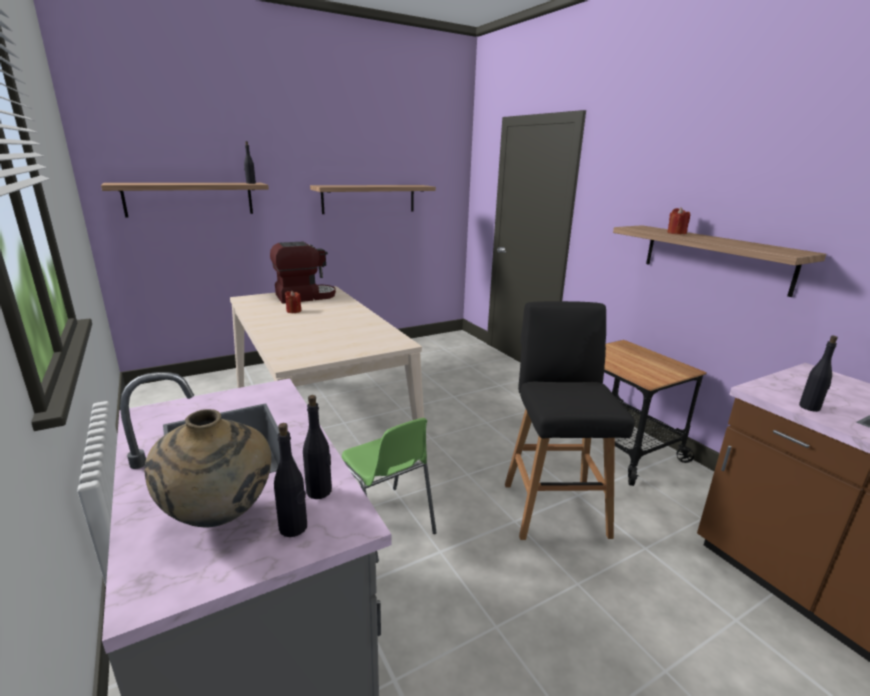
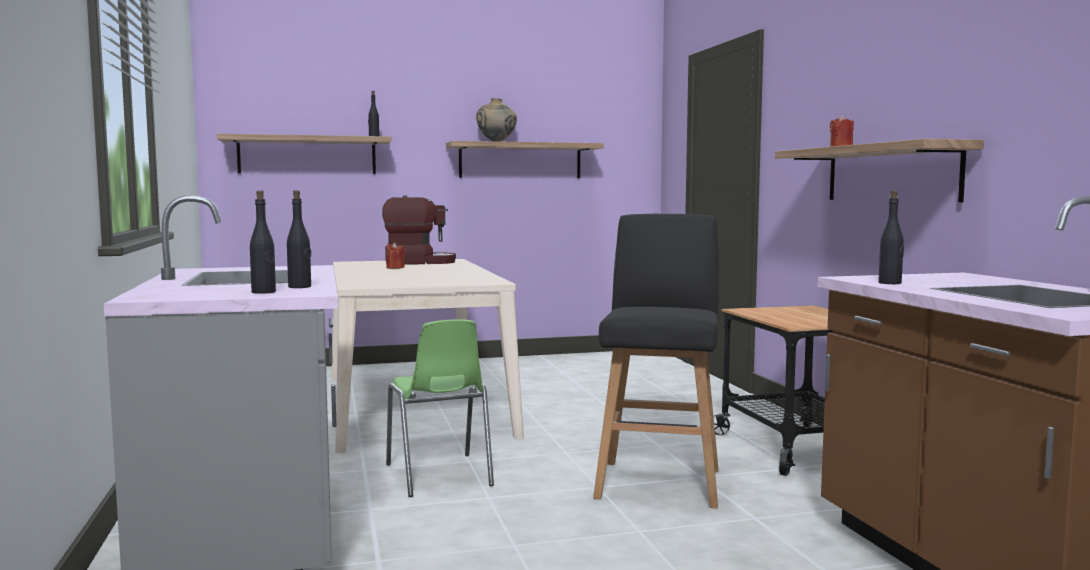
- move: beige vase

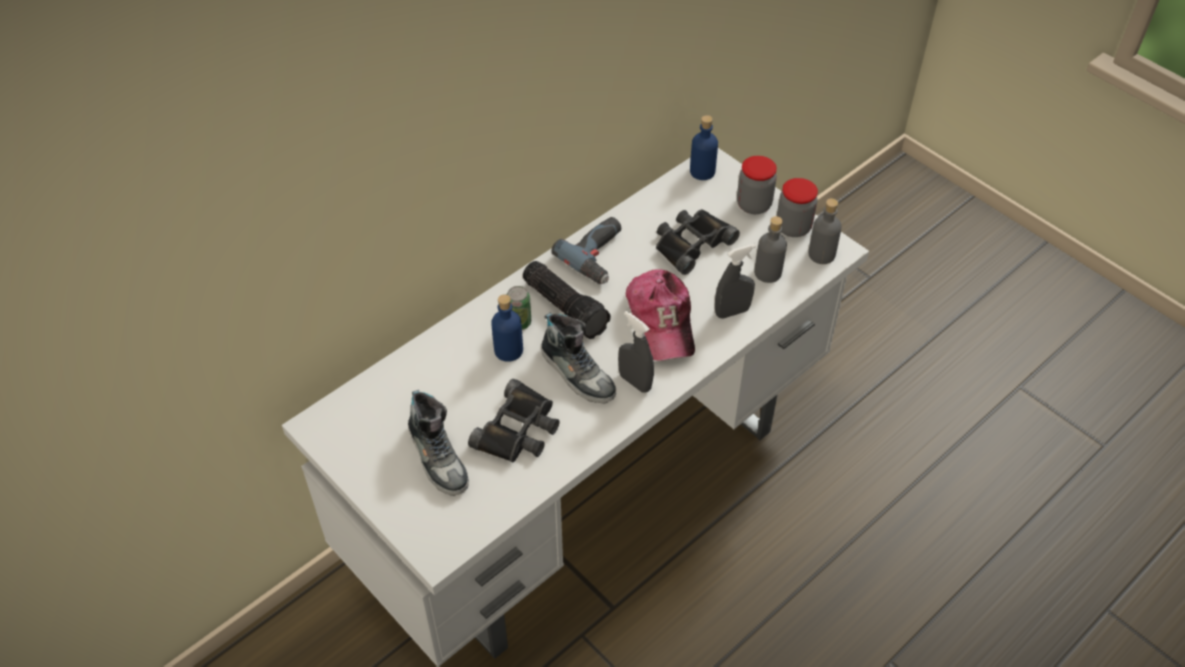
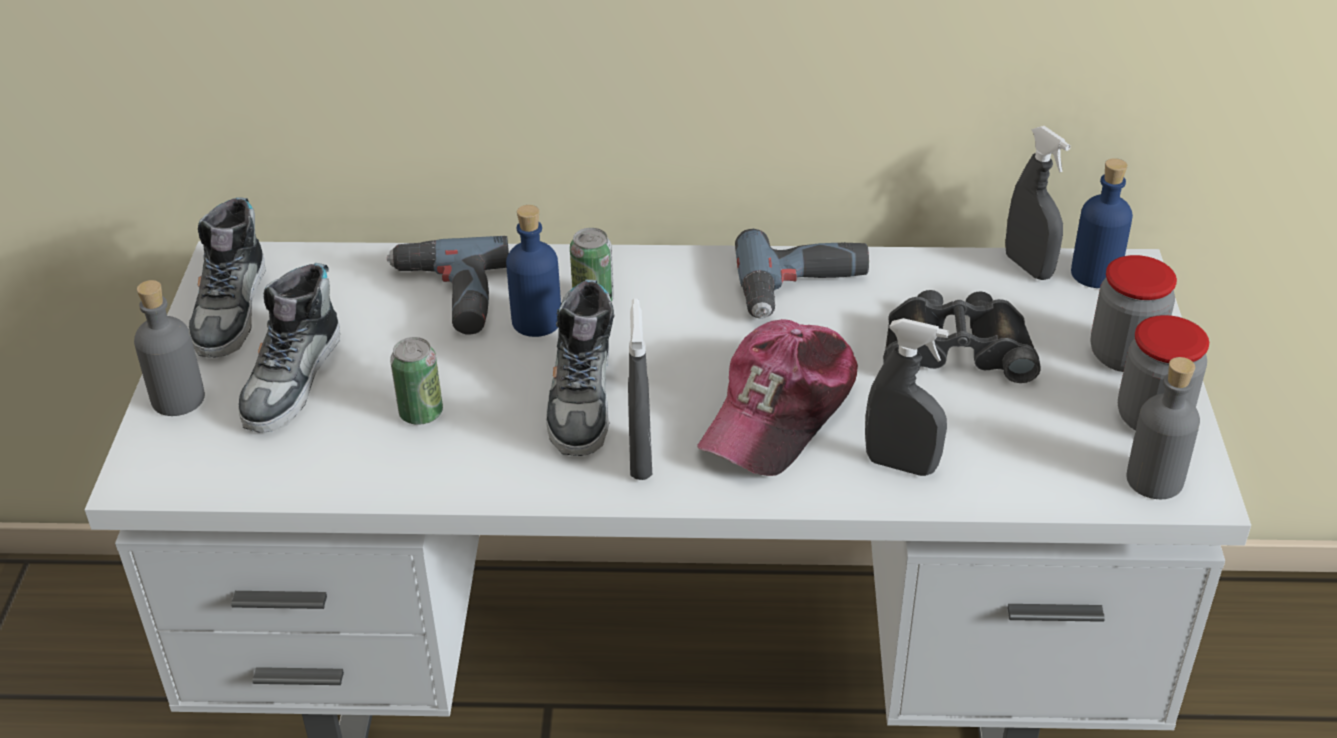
- replace: black binoculars (1st from left) to can (1st from left)
- delete: flashlight
- move: grey bottle (1st from left)
- insert: shoe (1st from left)
- insert: power drill (1st from left)
- insert: grey spray bottle (3rd from left)

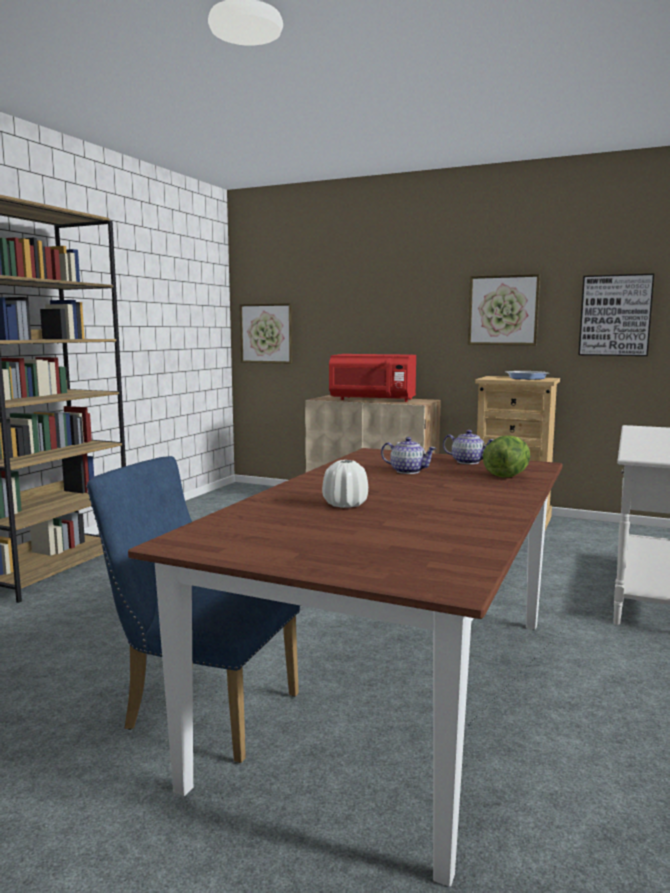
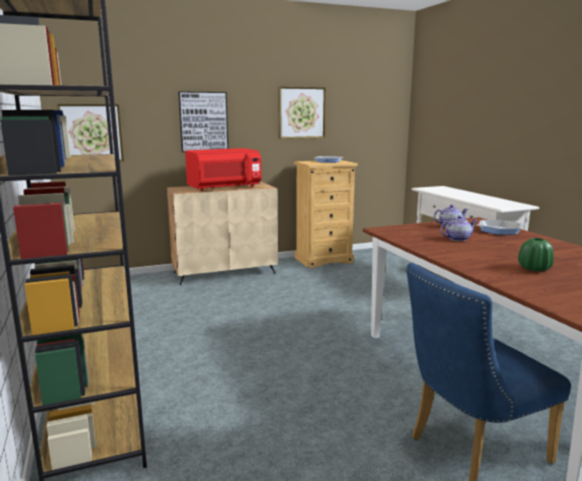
- recolor: white vase to green vase
- replace: lettuce to frying pan (2nd from left)
- move: picture (3rd from left in the first image) to picture (2nd from left)

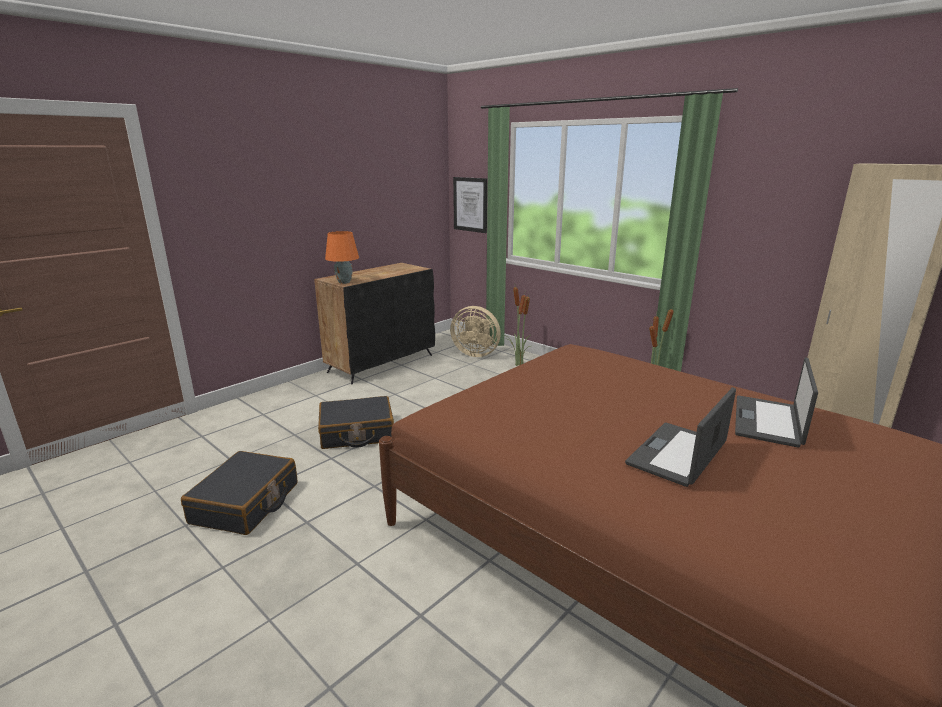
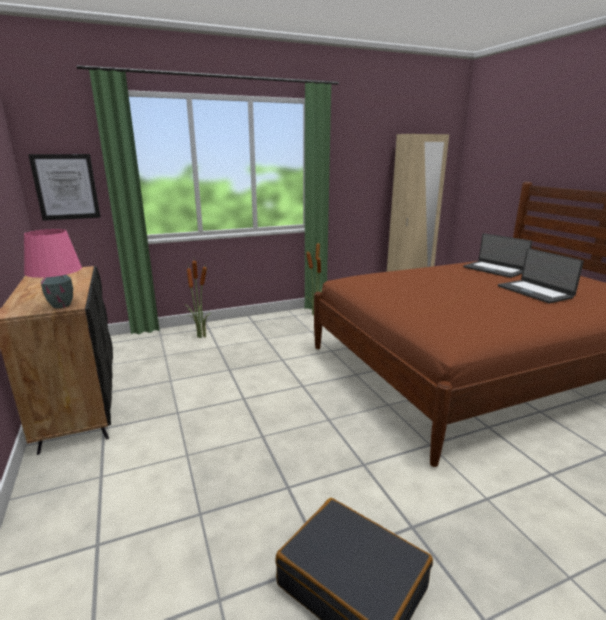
- delete: black suitcase (2nd from left)
- recolor: orange table lamp to pink table lamp
- delete: beige fan

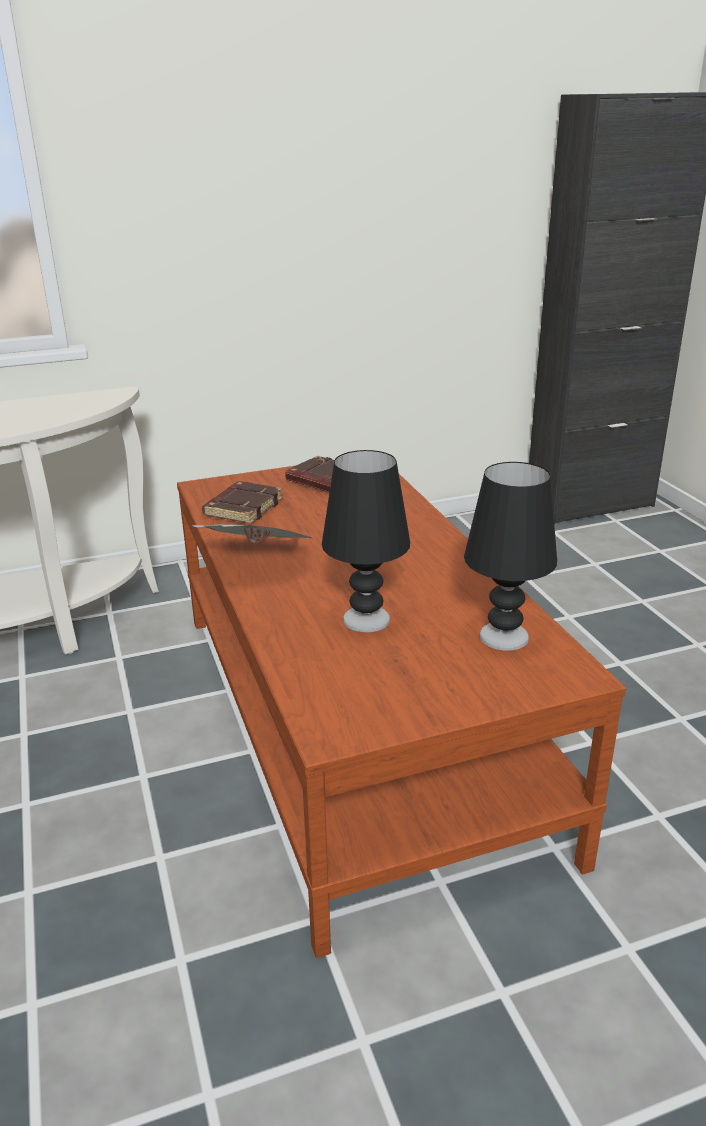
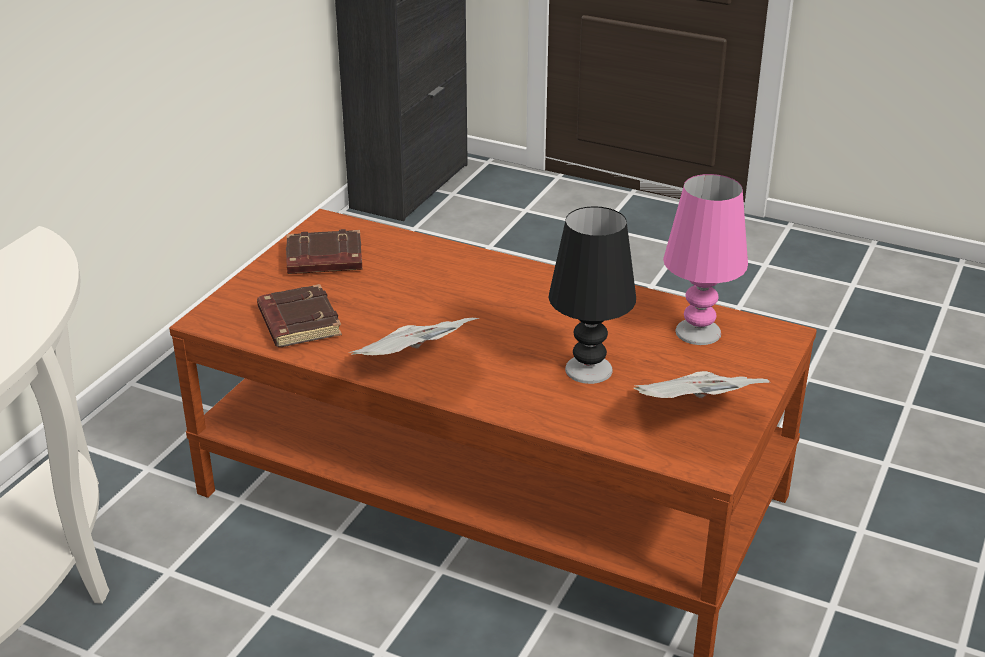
- recolor: black table lamp (2nd from left) to pink table lamp
- insert: newspaper (2nd from left)

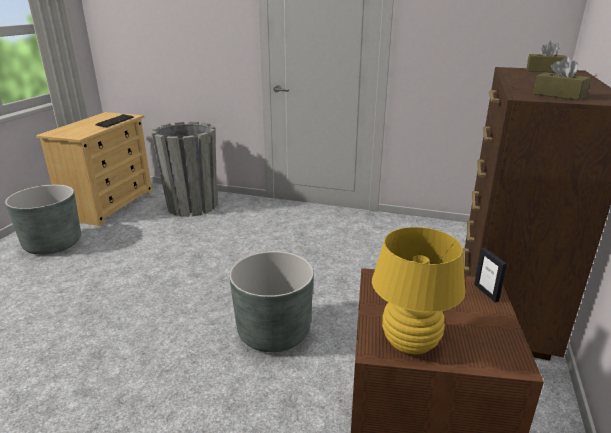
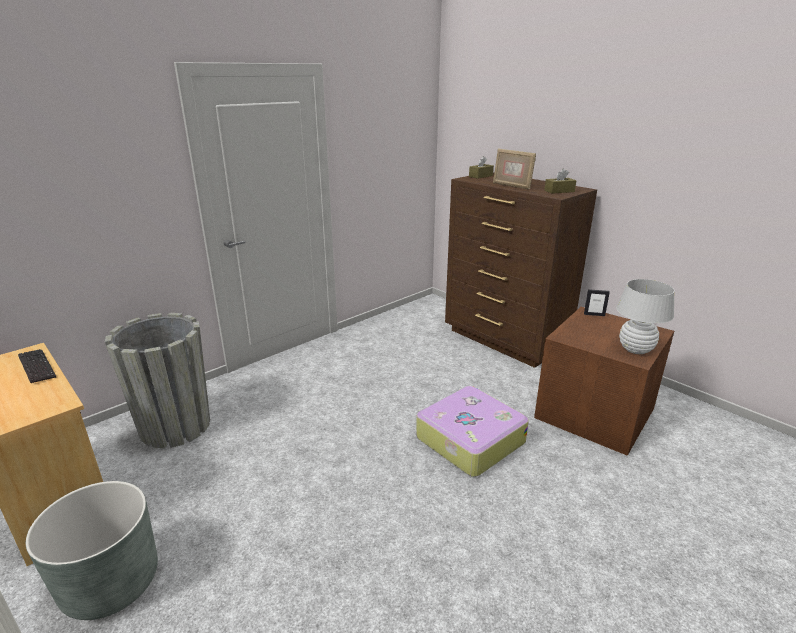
- replace: grey planter (3rd from left) to suitcase
- recolor: yellow table lamp to white table lamp
- insert: picture frame (1st from left)

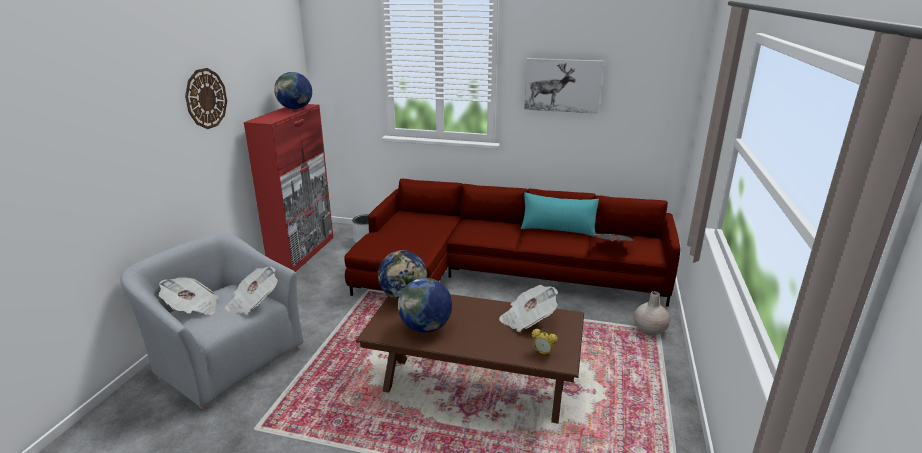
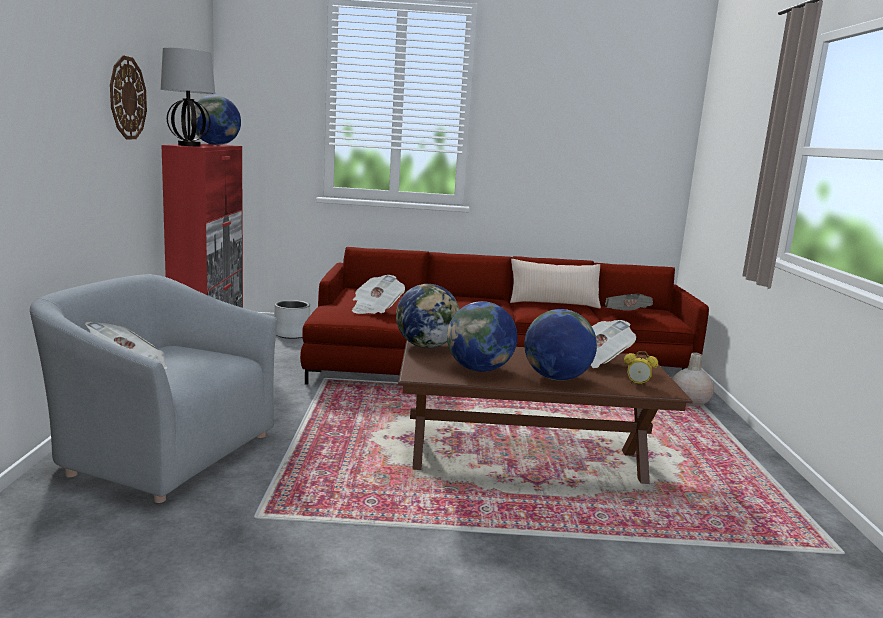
- move: newspaper (2nd from left)
- recolor: turquoise pillow to beige pillow
- delete: picture
- insert: table lamp
- insert: globe (4th from left)

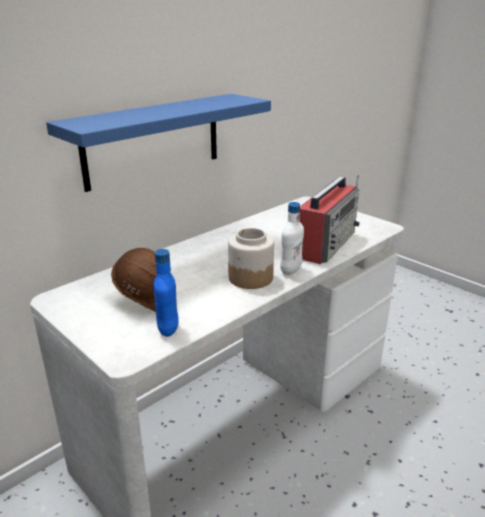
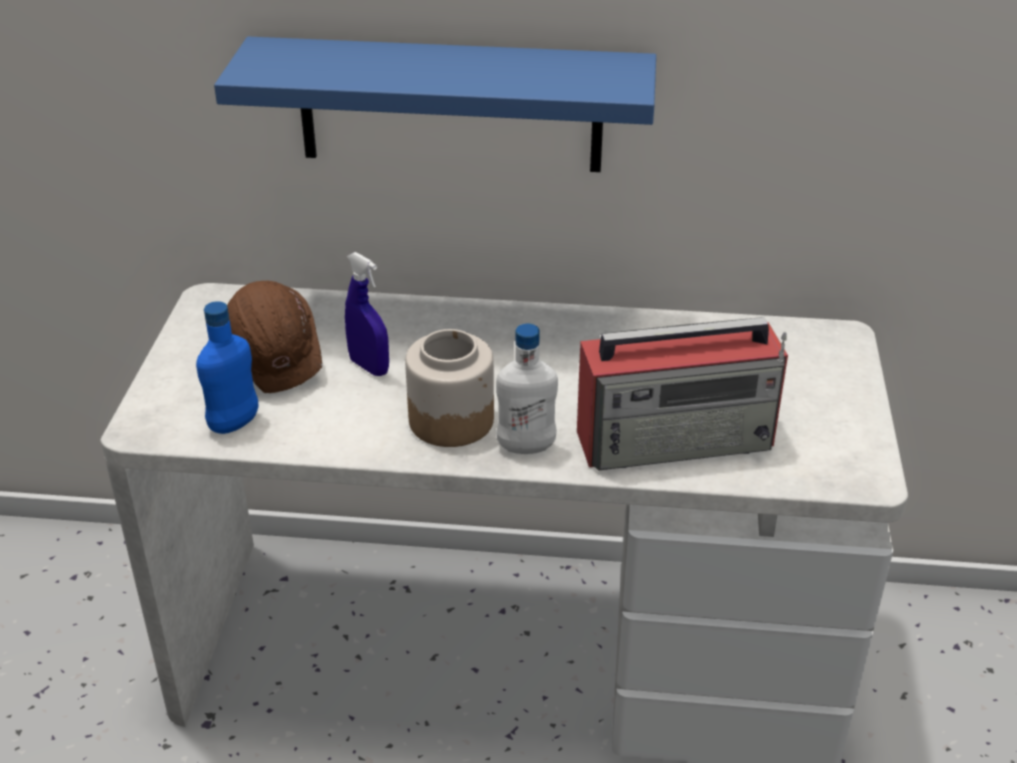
- insert: blue spray bottle

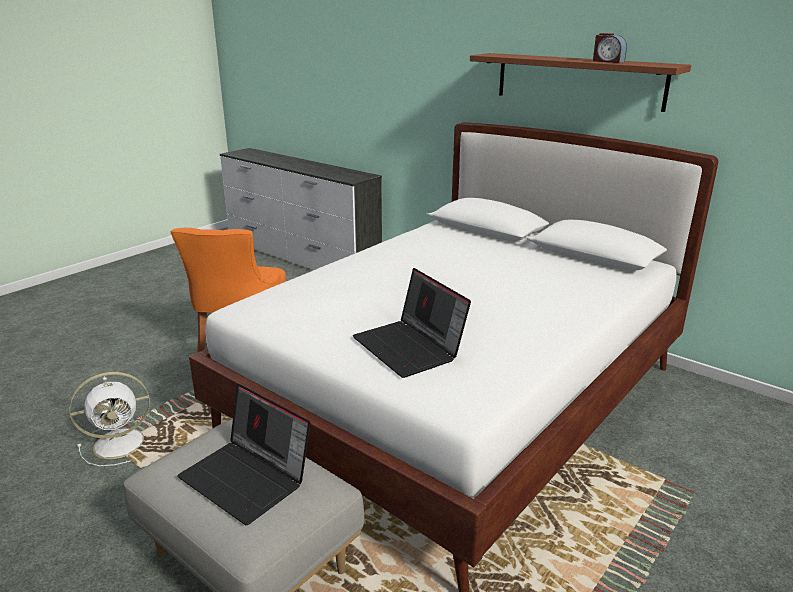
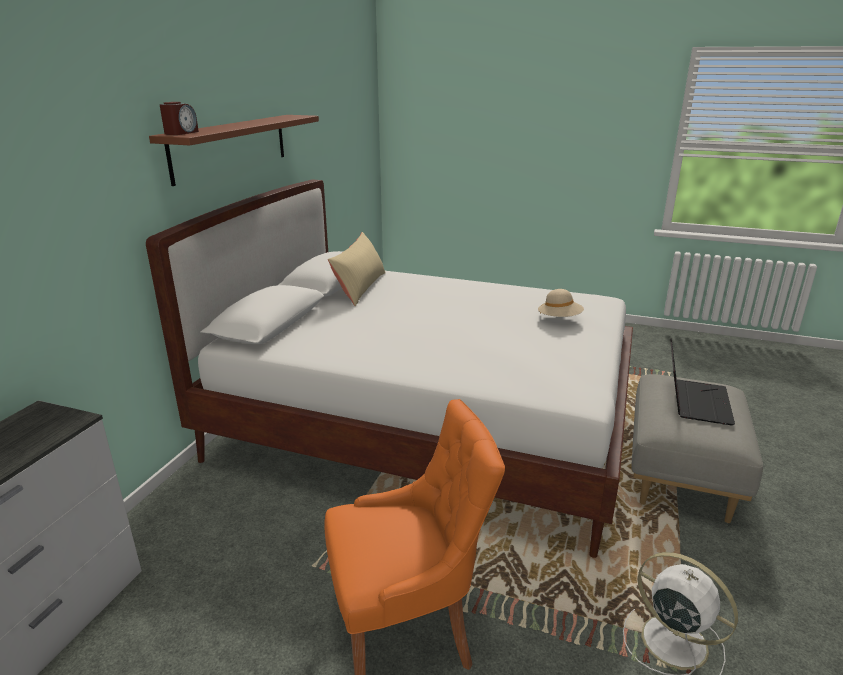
- replace: laptop (2nd from left) to beige hat
- move: alarm clock
- insert: beige pillow

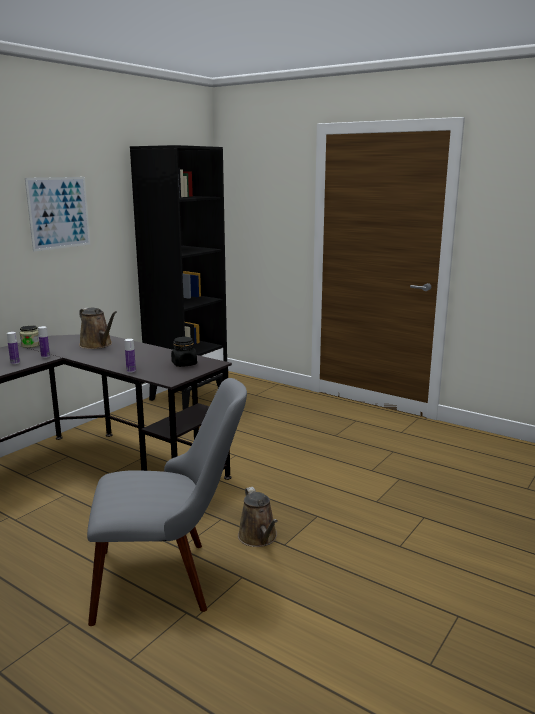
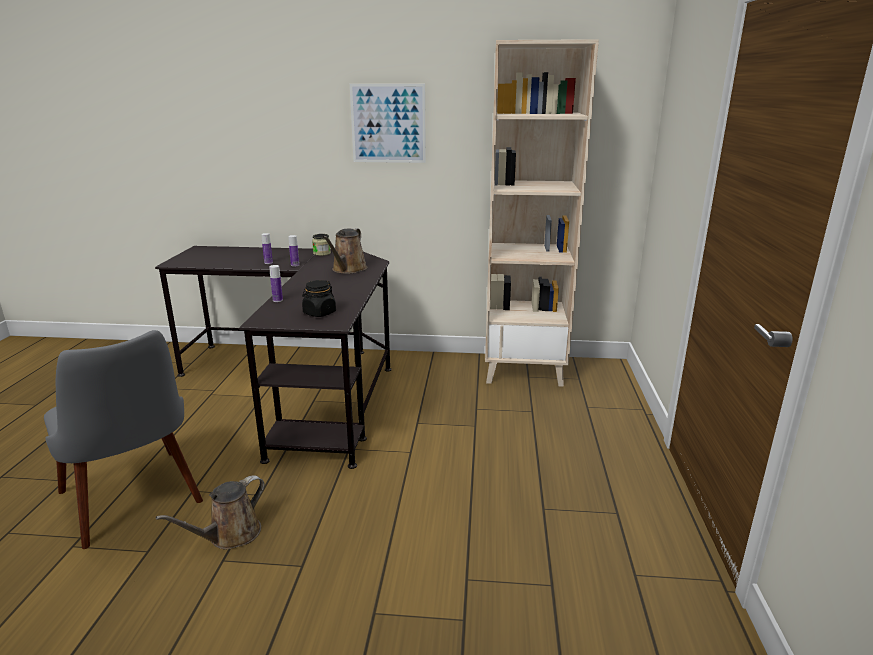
- recolor: black bookcase to beige bookcase

